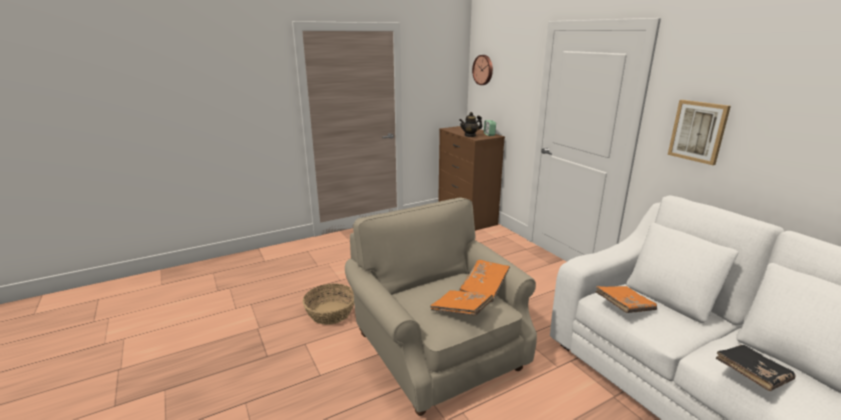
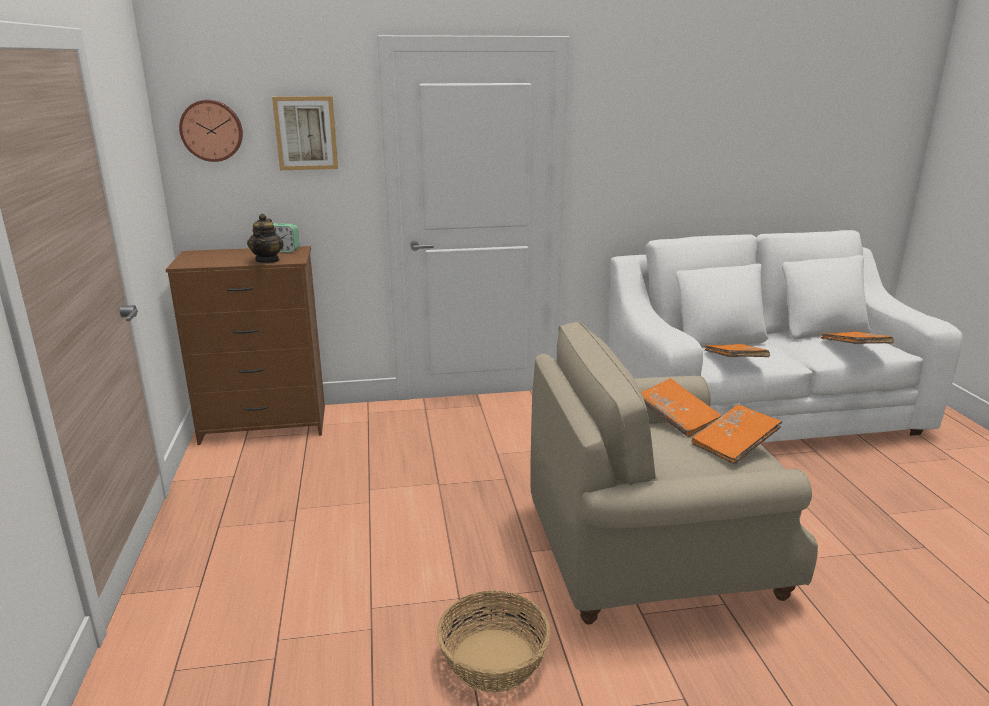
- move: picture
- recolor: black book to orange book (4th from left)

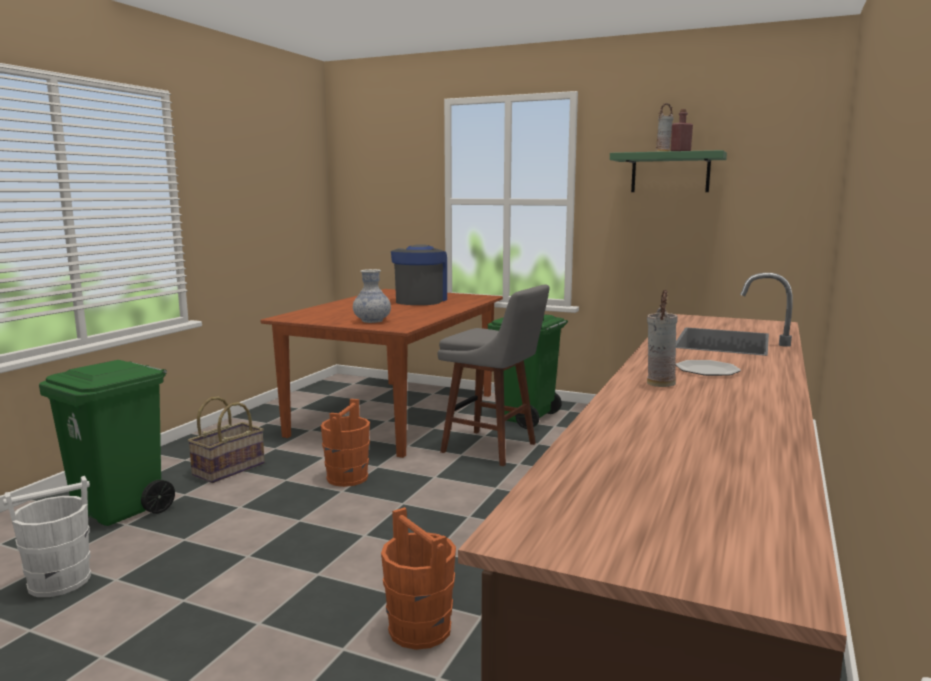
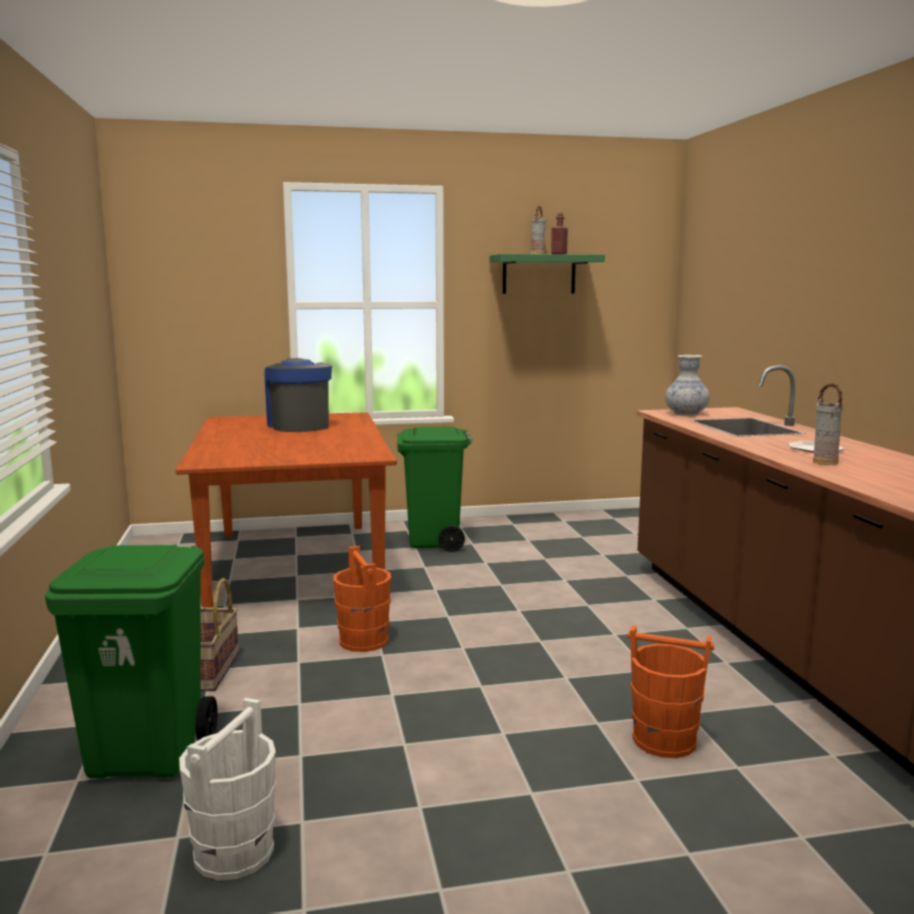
- move: vase (1st from left in the first image) to vase (2nd from left)
- delete: grey stool

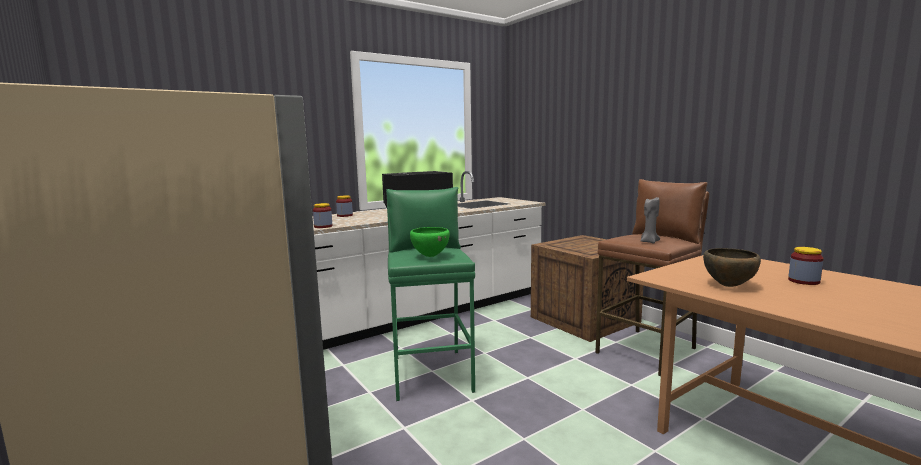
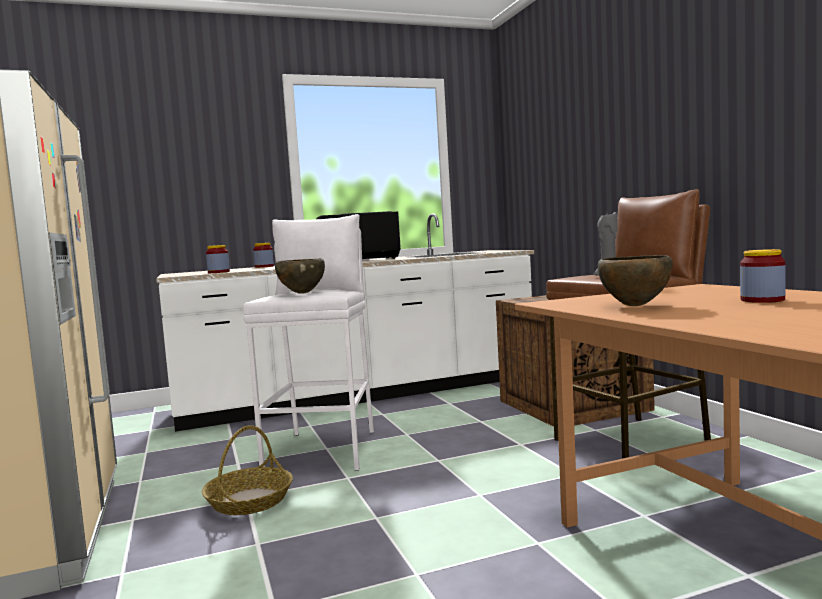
- recolor: green stool to white stool
- recolor: green bowl to brown bowl (1st from left)
- insert: basket

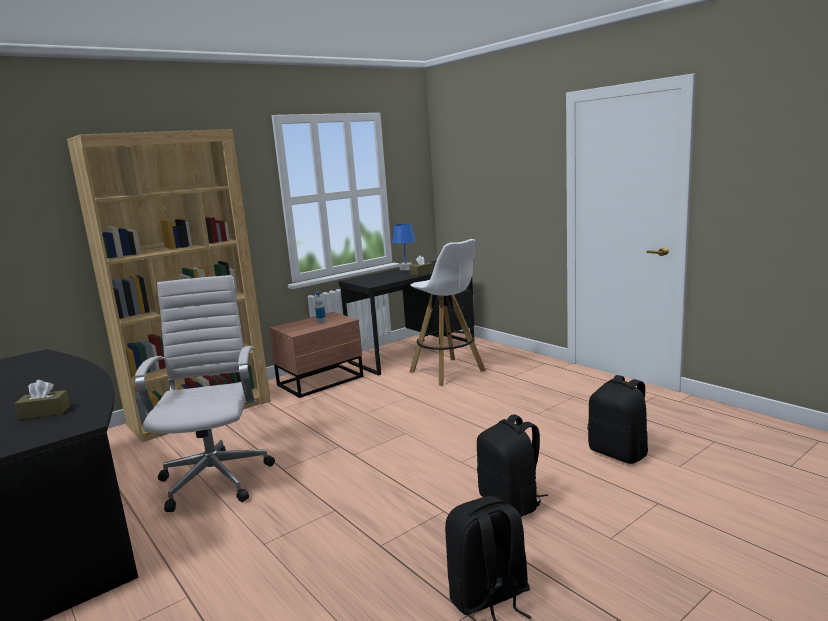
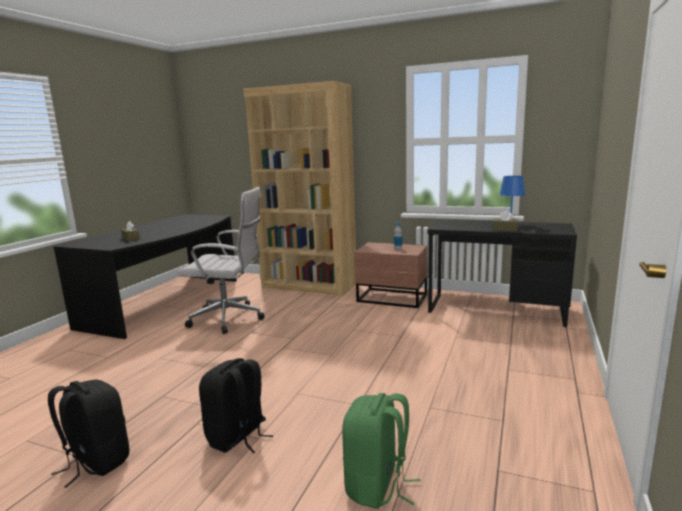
- rotate: white office chair 45 degrees clockwise
- delete: white stool
- recolor: black backpack (3rd from left) to green backpack

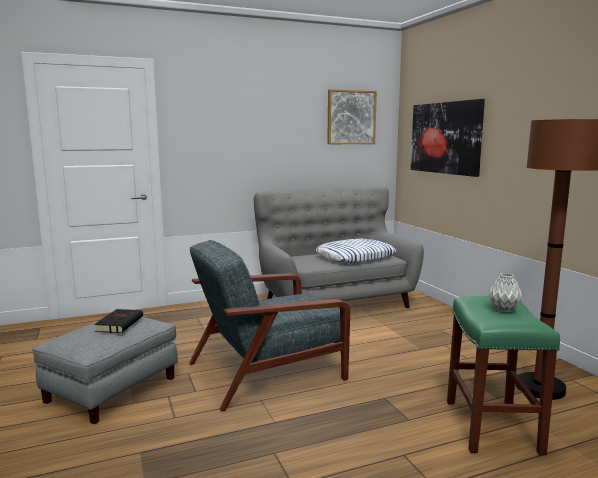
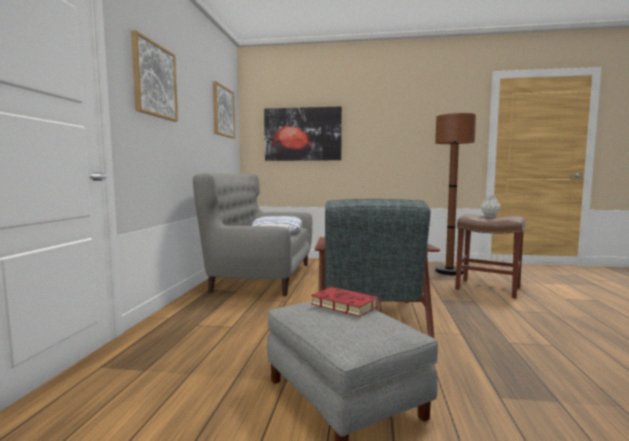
- recolor: black book to red book
- recolor: green stool to brown stool
- insert: picture (1st from left)

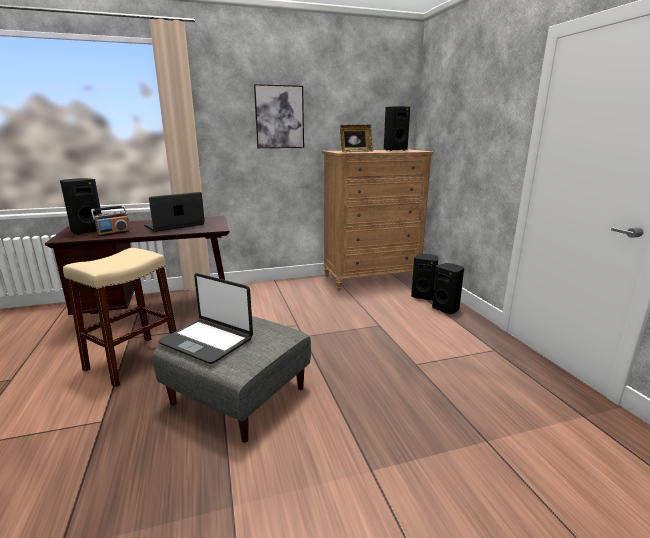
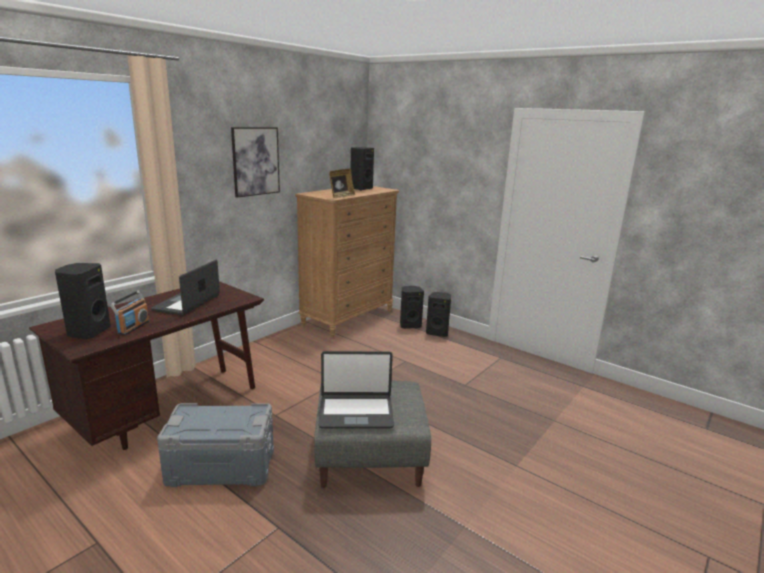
- replace: beige stool to grey storage box

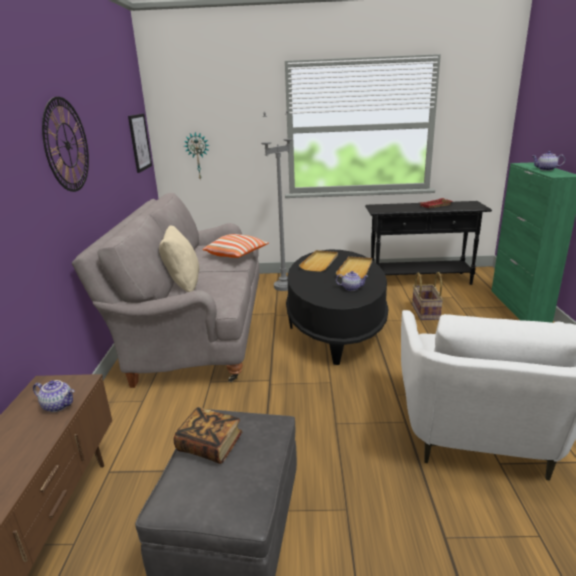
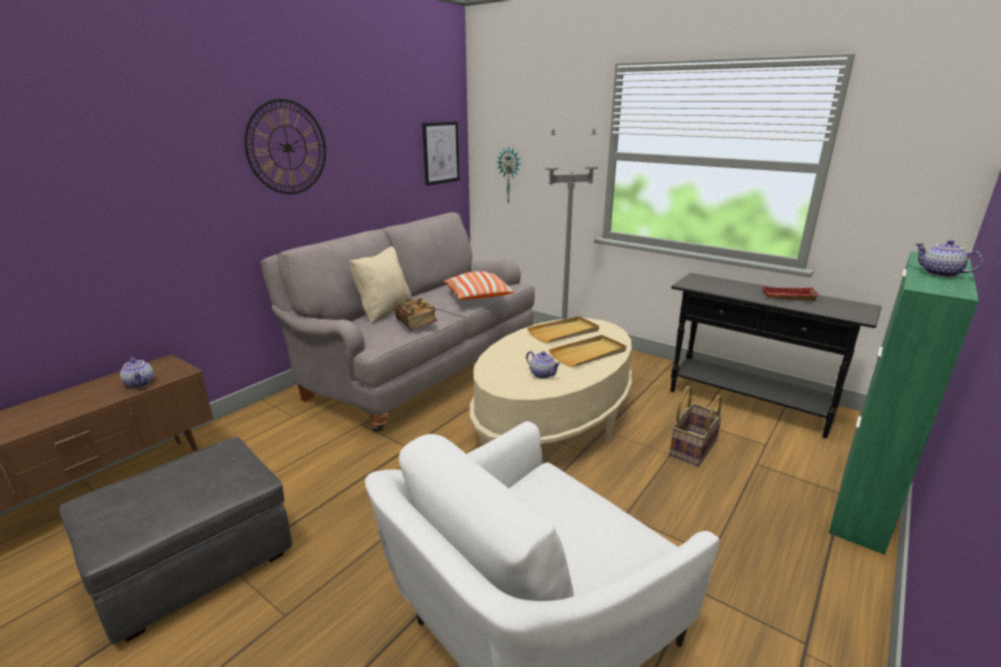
- move: book
- recolor: black coffee table to beige coffee table

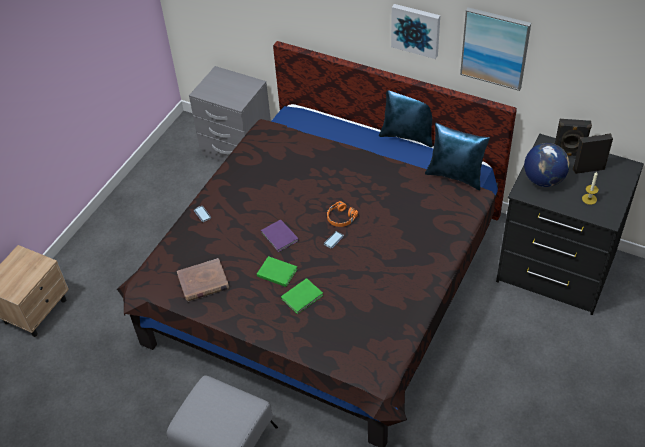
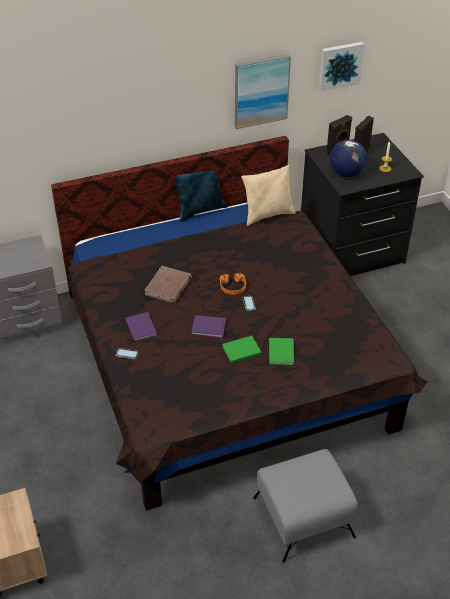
- move: brown book
- move: picture (1st from left in the first image) to picture (2nd from left)
- recolor: blue pillow (2nd from left) to beige pillow
- insert: purple book (1st from left)

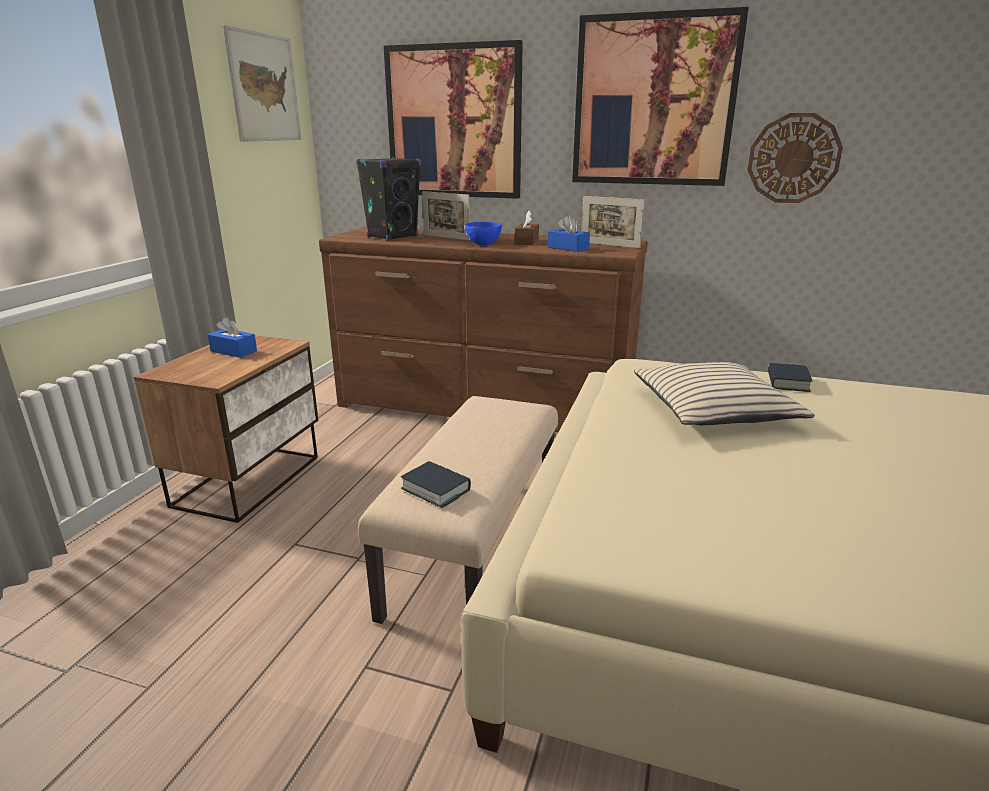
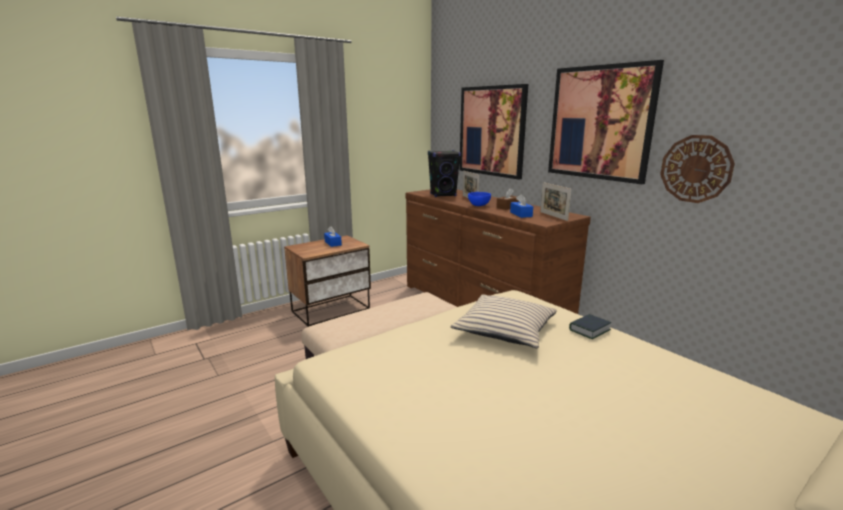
- delete: picture (1st from left)
- delete: book (1st from left)

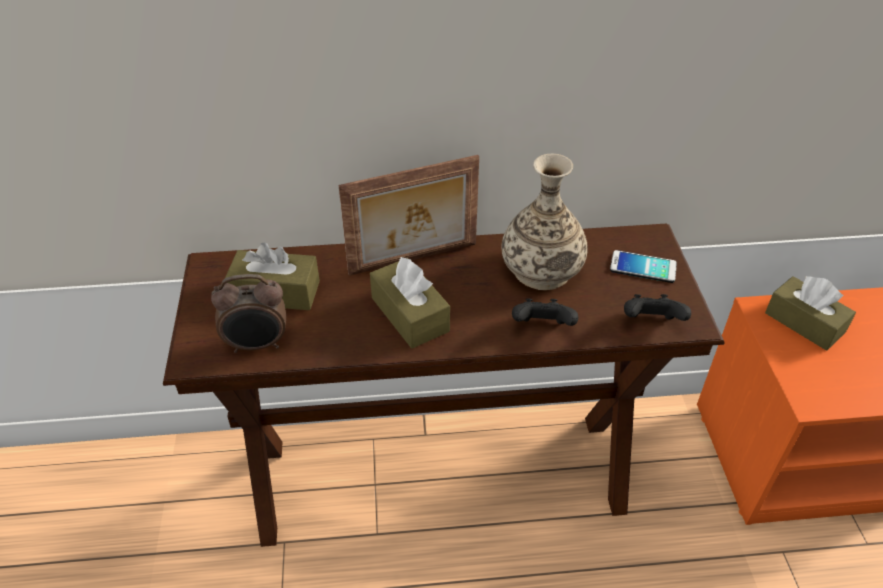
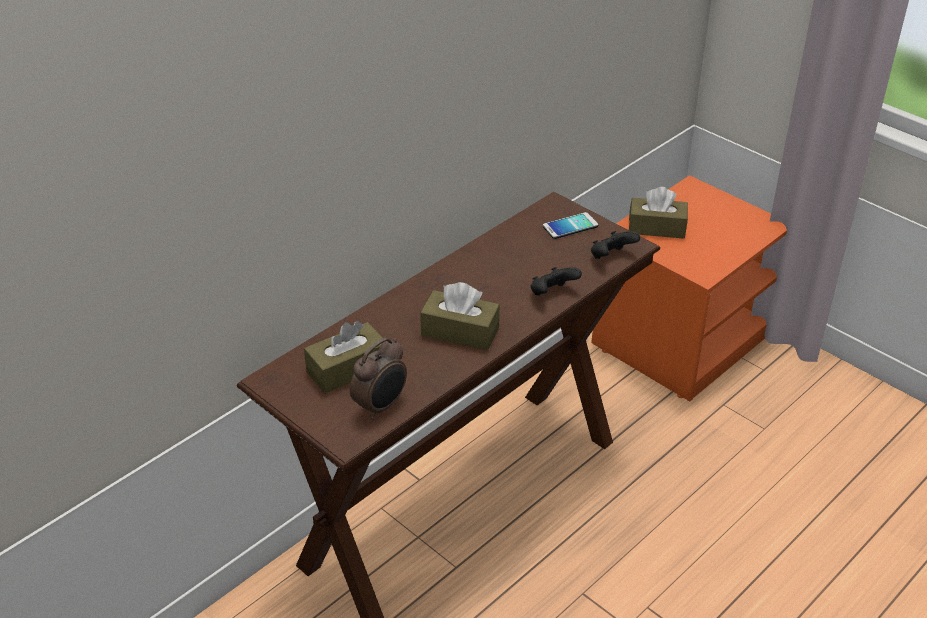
- delete: picture frame
- delete: vase

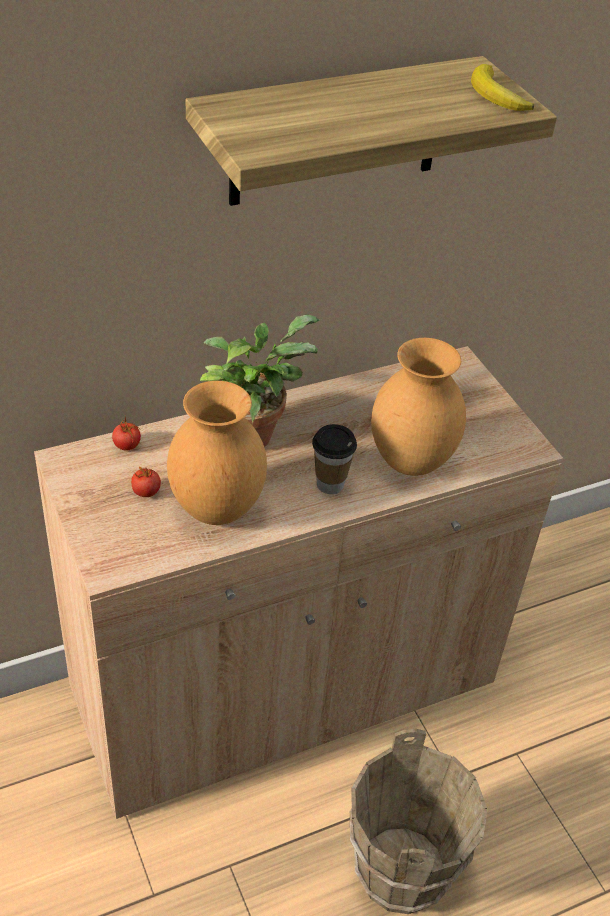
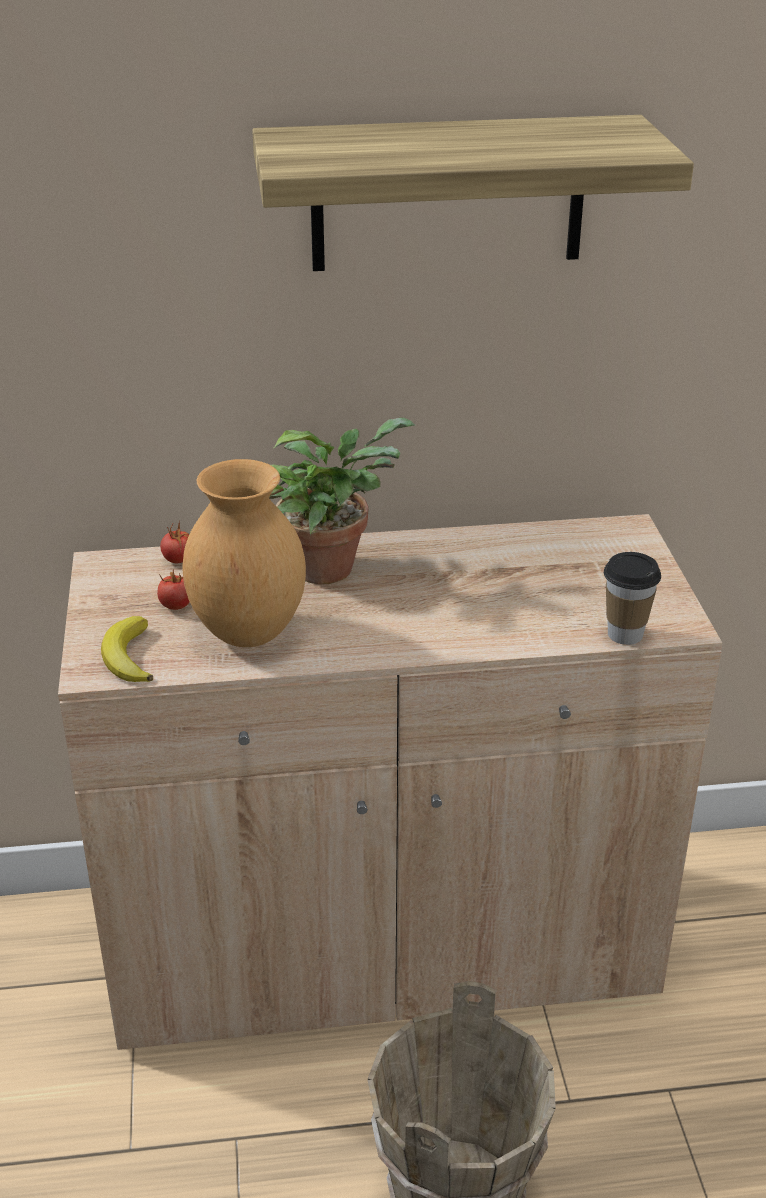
- move: cup
- delete: brown vase (2nd from left)
- move: banana

